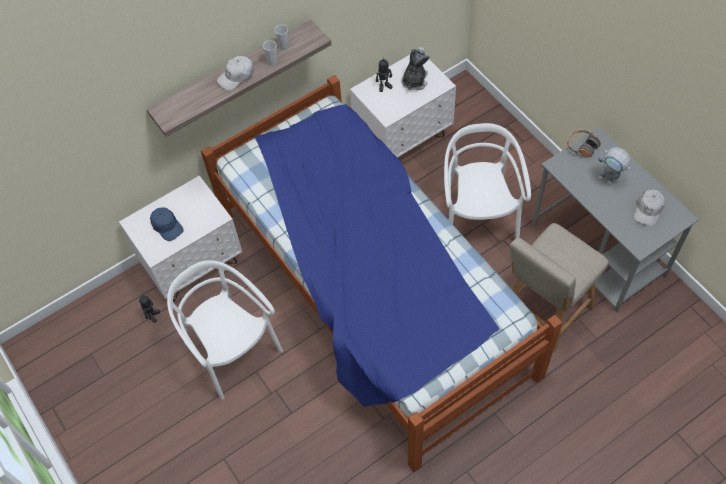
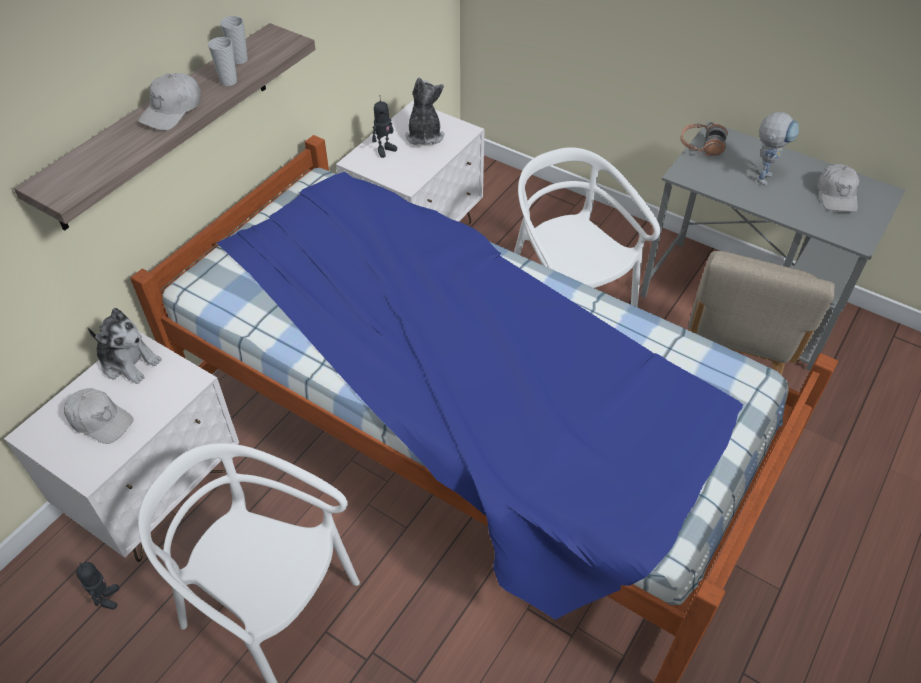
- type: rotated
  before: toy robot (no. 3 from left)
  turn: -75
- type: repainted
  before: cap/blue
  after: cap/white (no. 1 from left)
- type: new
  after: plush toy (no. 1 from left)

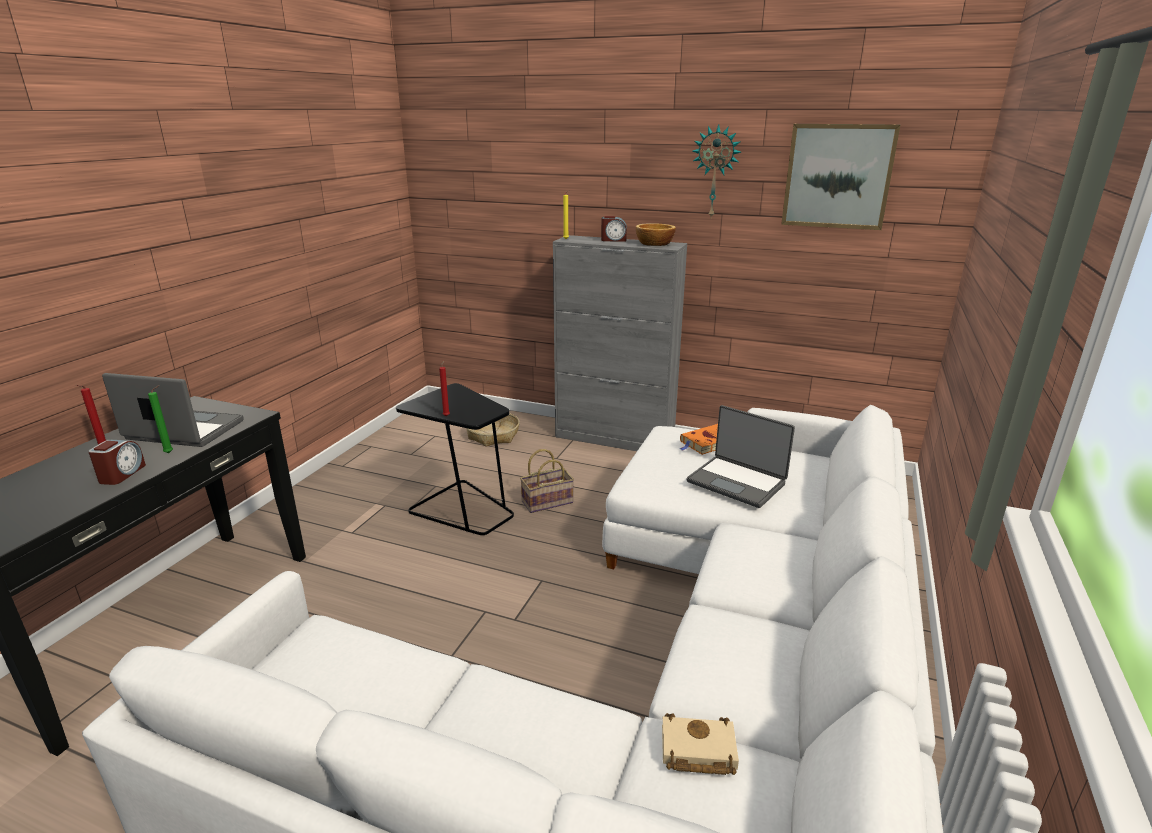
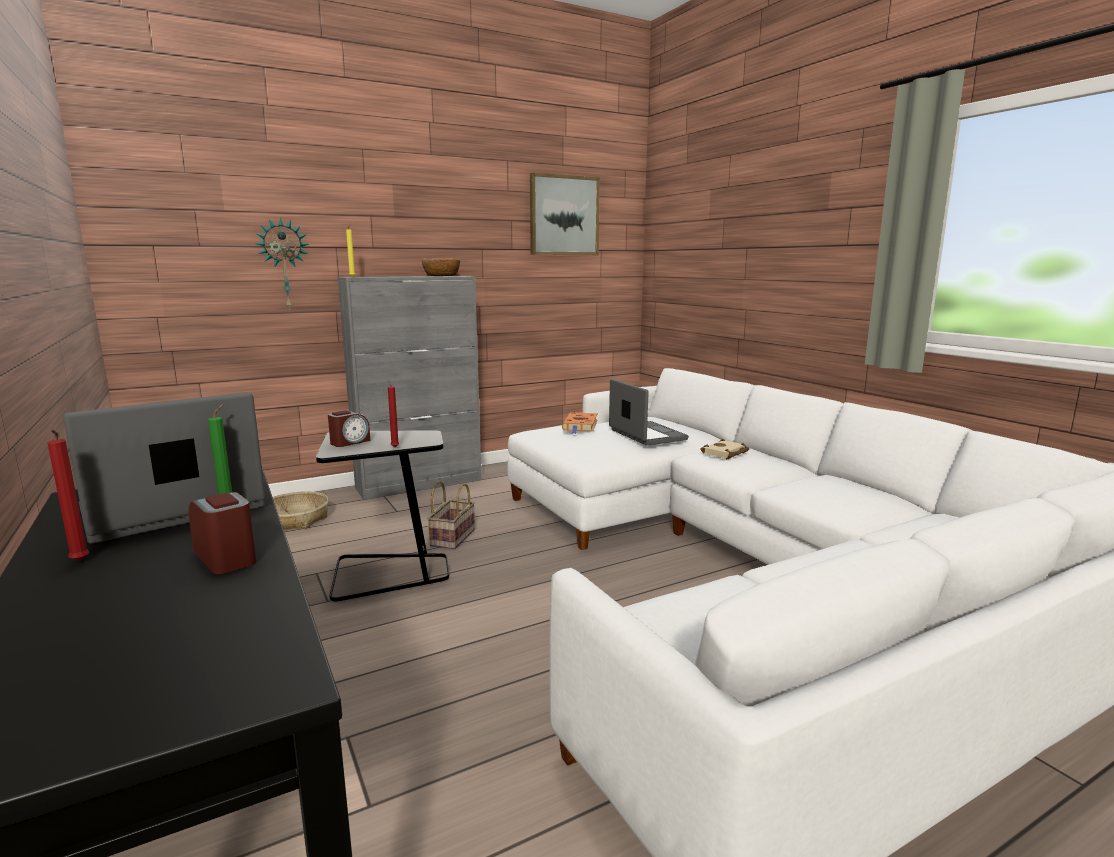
- type: shifted
  before: wall clock
- type: shifted
  before: alarm clock (no. 2 from left)
- type: rotated
  before: laptop (no. 2 from left)
  turn: -105
- type: shifted
  before: book/beige

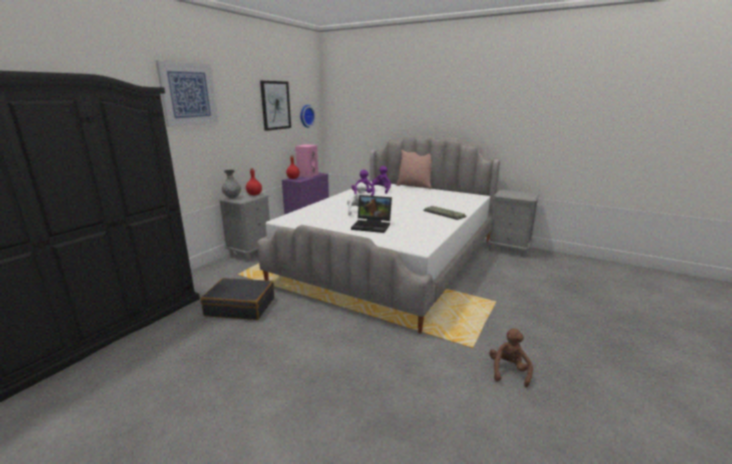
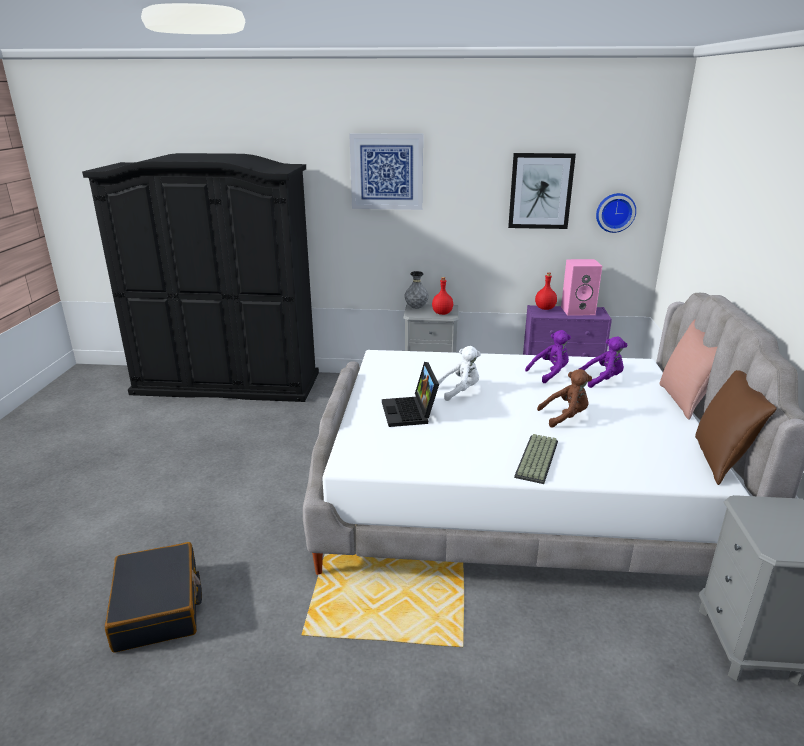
- type: shifted
  before: suitcase/black
- type: shifted
  before: plush toy/brown
- type: new
  after: pillow/brown

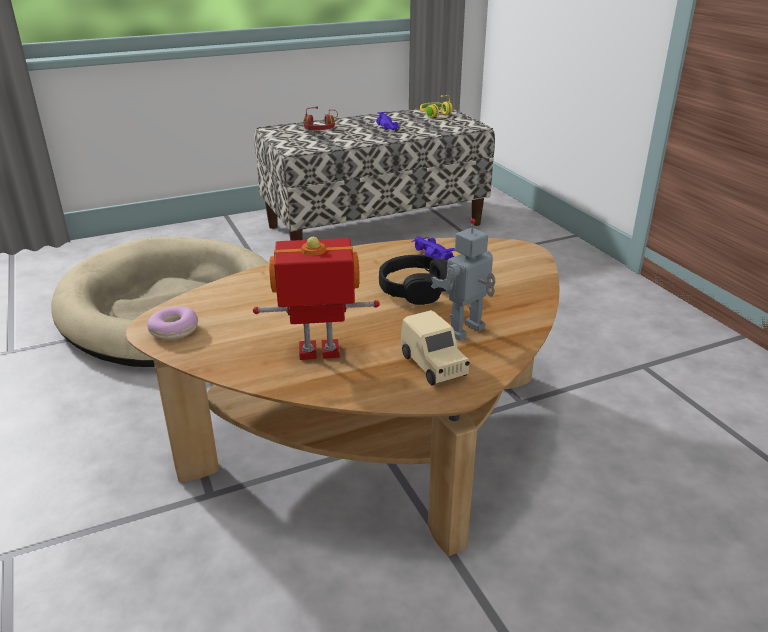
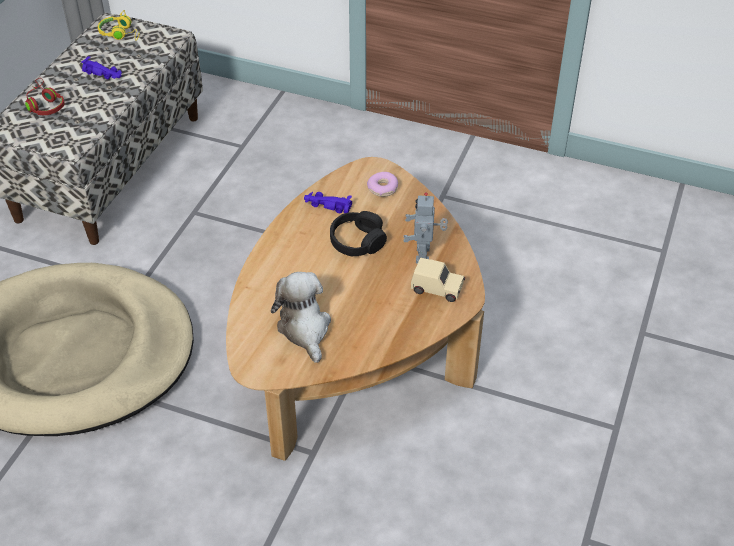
- type: gone
  before: toy robot (no. 1 from left)
- type: shifted
  before: donut
- type: new
  after: plush toy

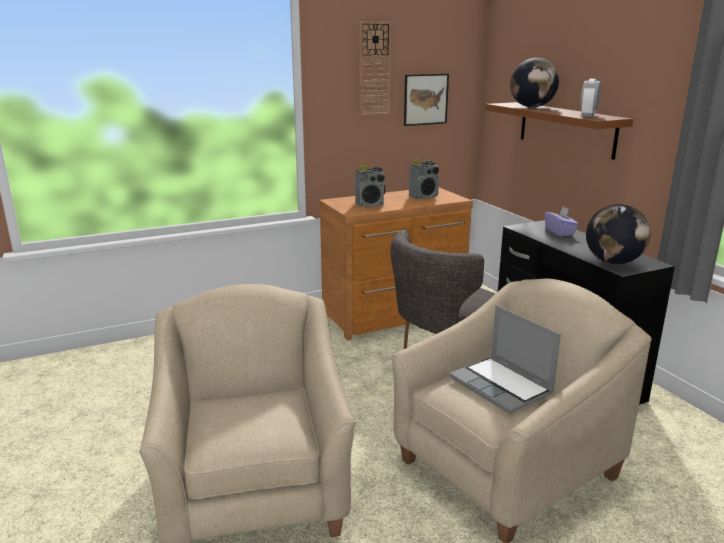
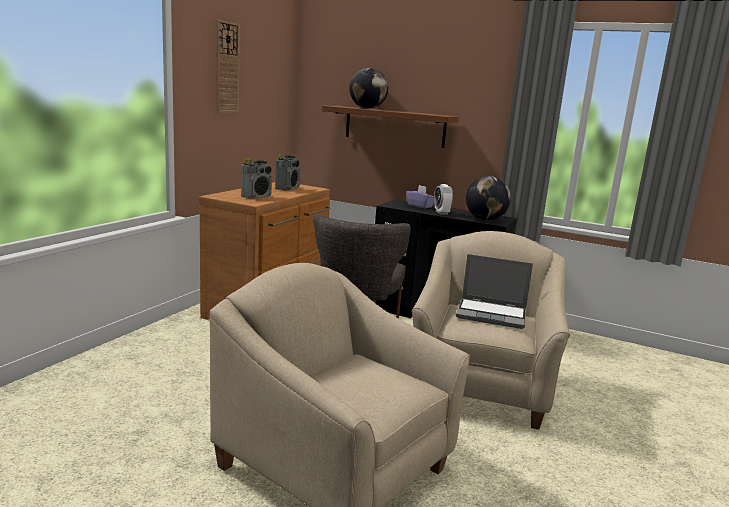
- type: gone
  before: picture
- type: shifted
  before: alarm clock

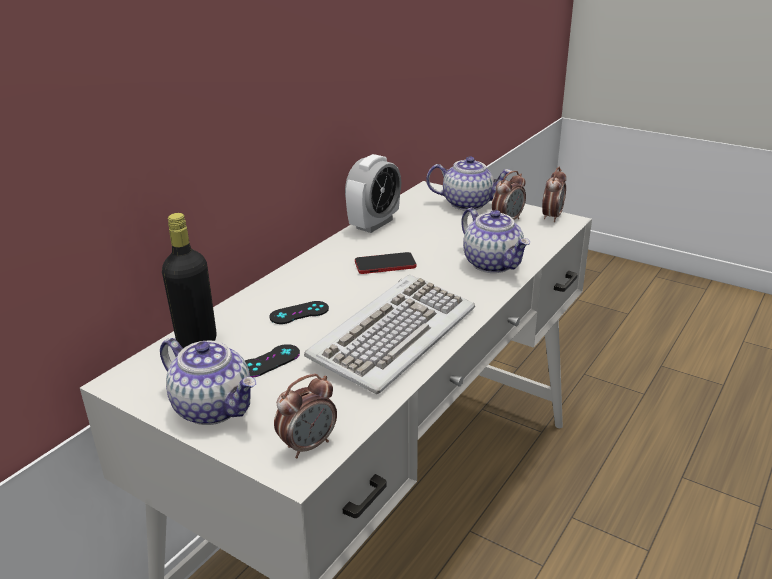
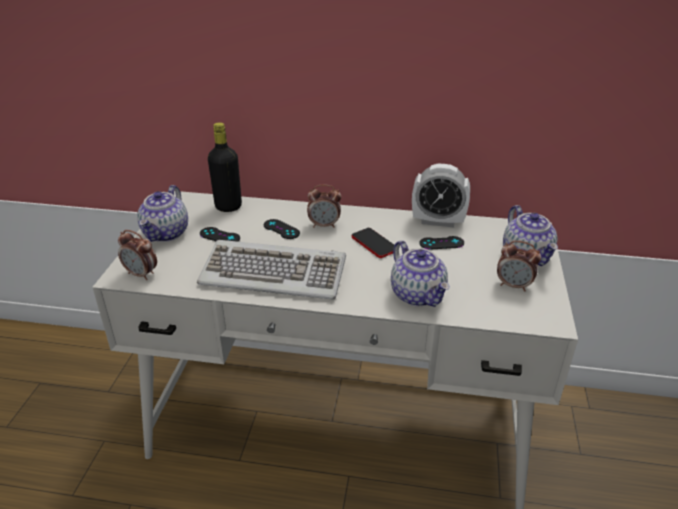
- type: shifted
  before: alarm clock (no. 4 from left in the first image)
  after: alarm clock (no. 2 from left)
- type: rotated
  before: teapot (no. 3 from left in the first image)
  turn: -60
- type: new
  after: game controller/black (no. 3 from left)

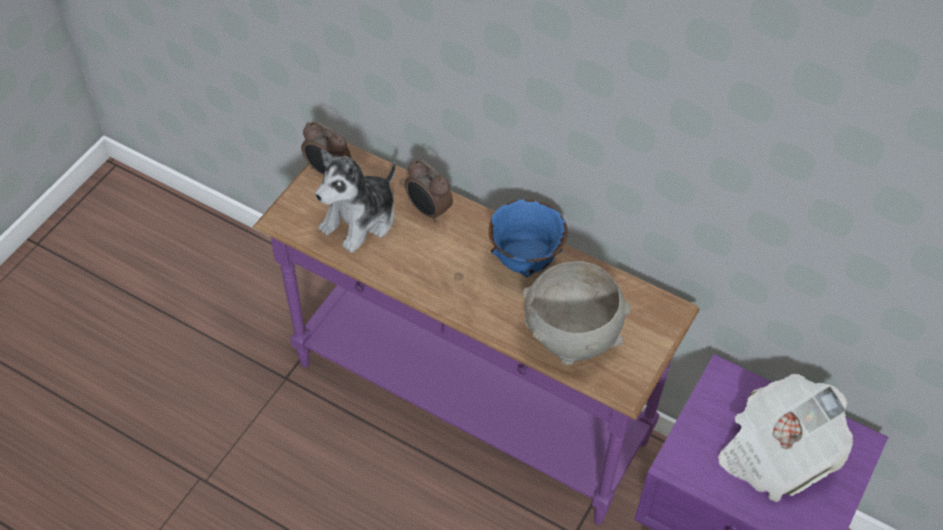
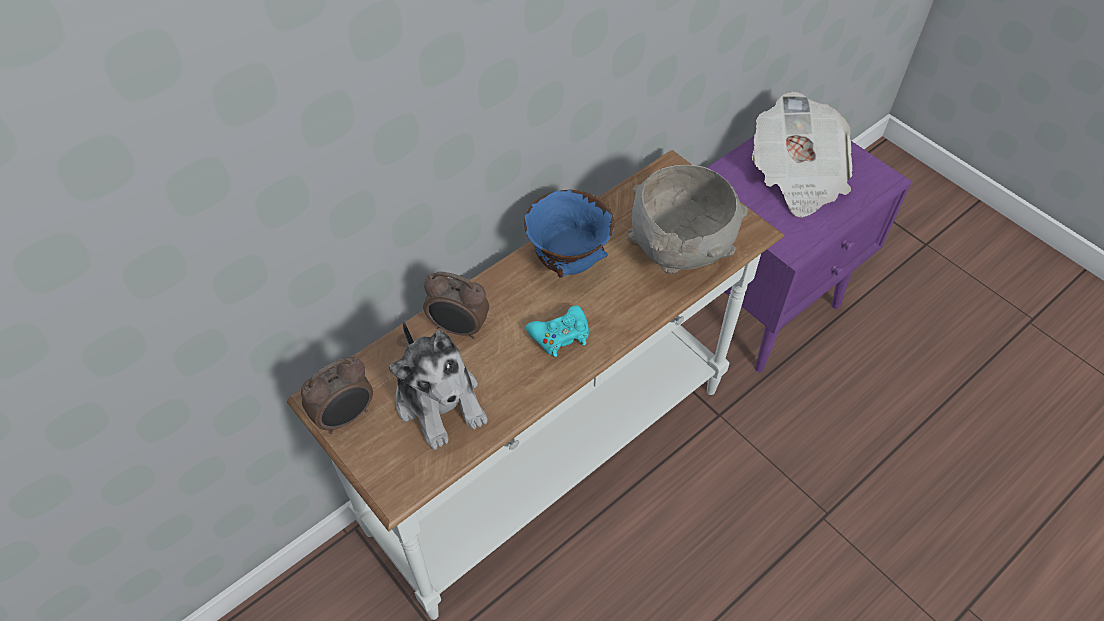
- type: repainted
  before: console table/purple
  after: console table/white
- type: rotated
  before: alarm clock (no. 2 from left)
  turn: 45
- type: new
  after: game controller/turquoise

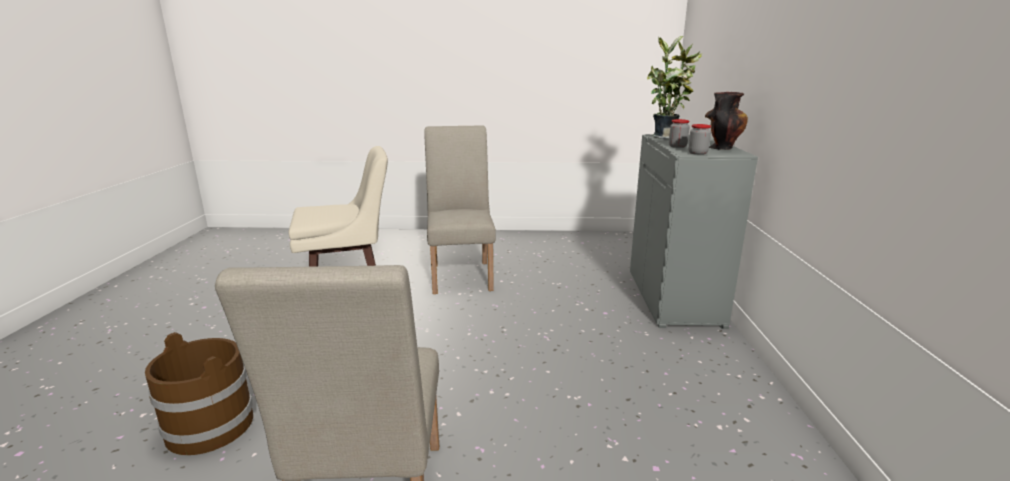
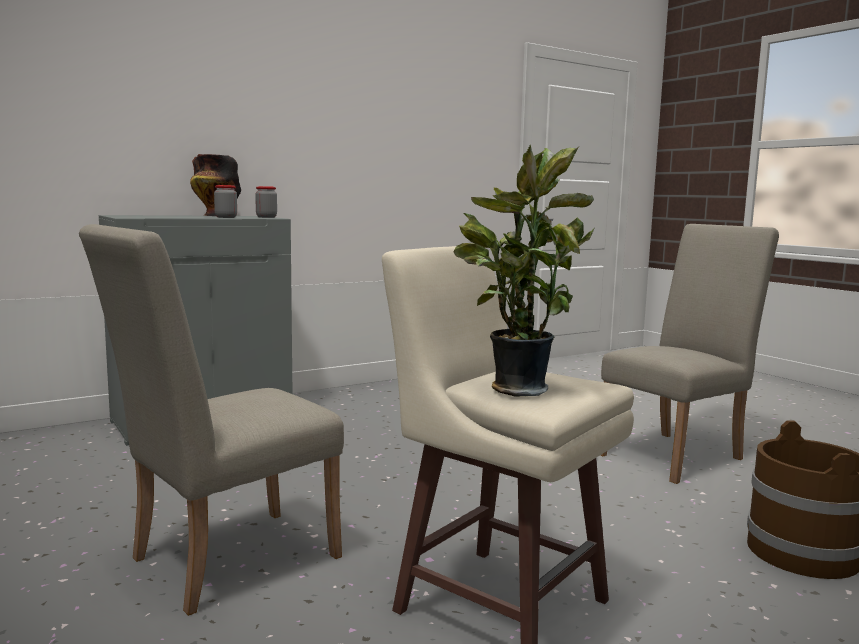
- type: shifted
  before: potted plant

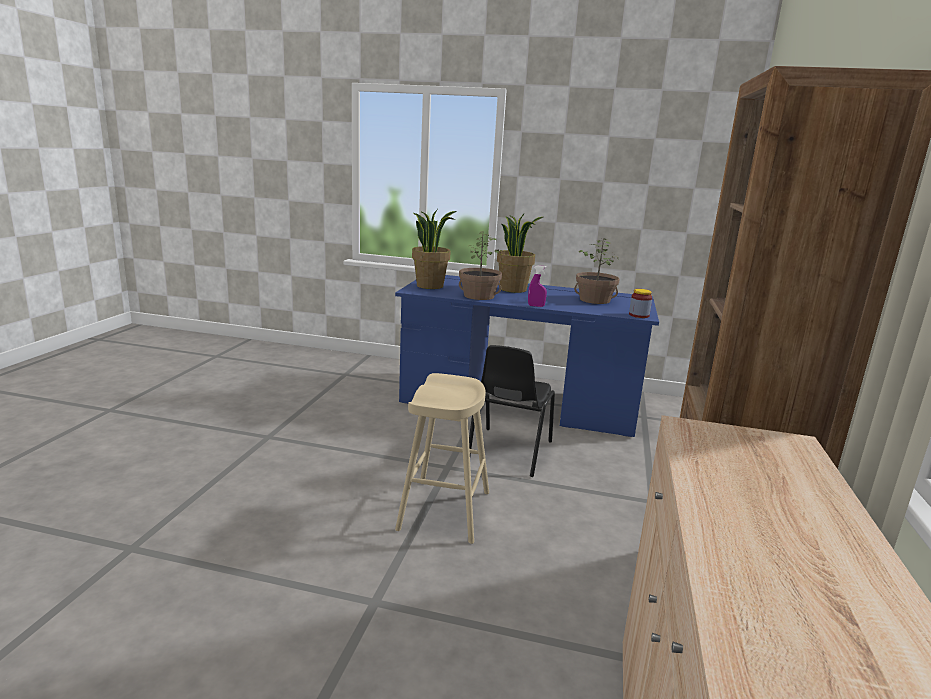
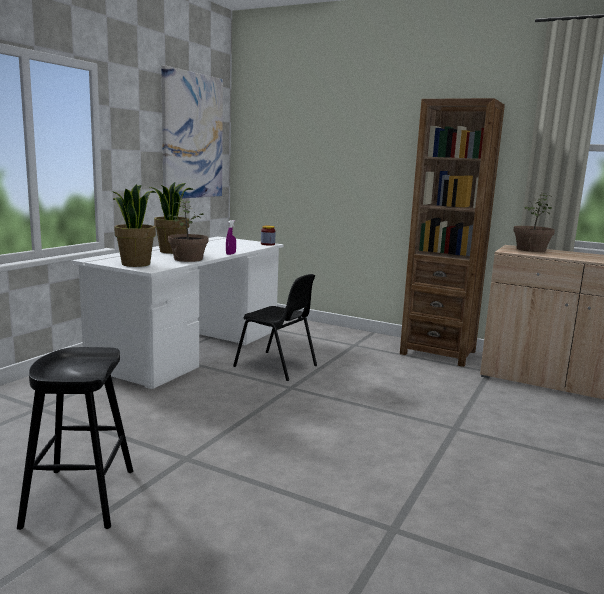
- type: shifted
  before: potted plant (no. 4 from left)
- type: repainted
  before: desk/blue
  after: desk/white
- type: gone
  before: stool/beige
- type: new
  after: picture
- type: new
  after: stool/black

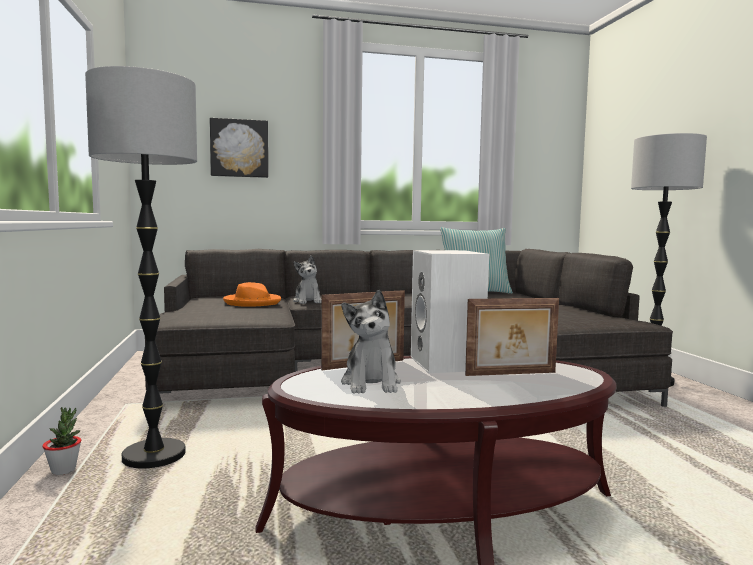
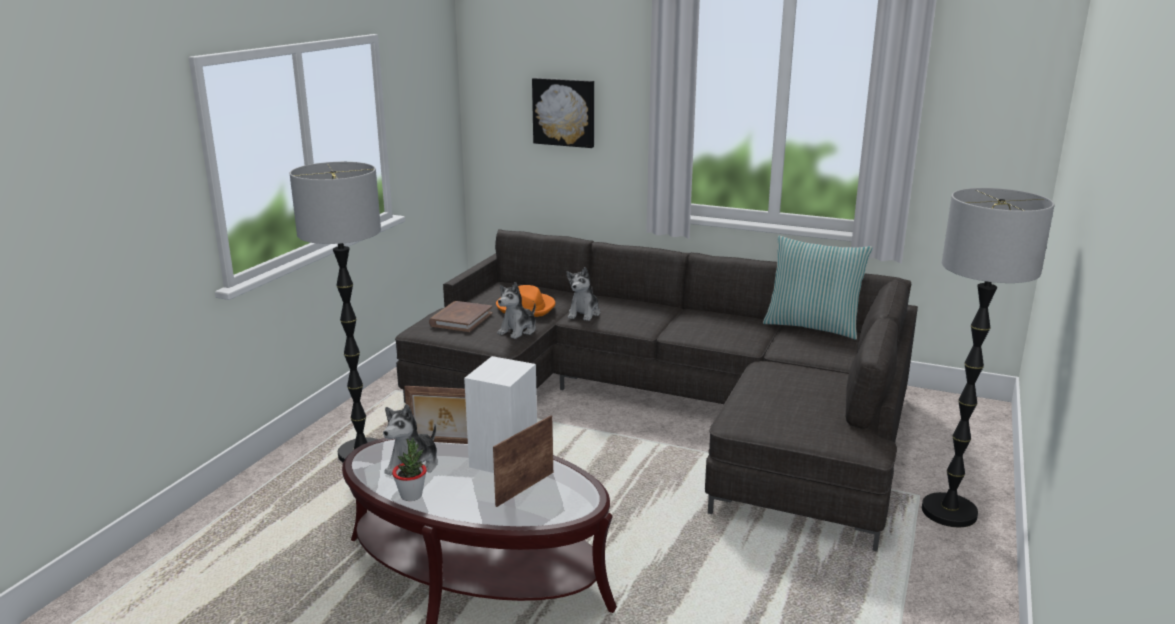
- type: rotated
  before: picture frame (no. 2 from left)
  turn: 105
- type: shifted
  before: potted plant
- type: new
  after: plush toy (no. 2 from left)
- type: new
  after: book/brown

